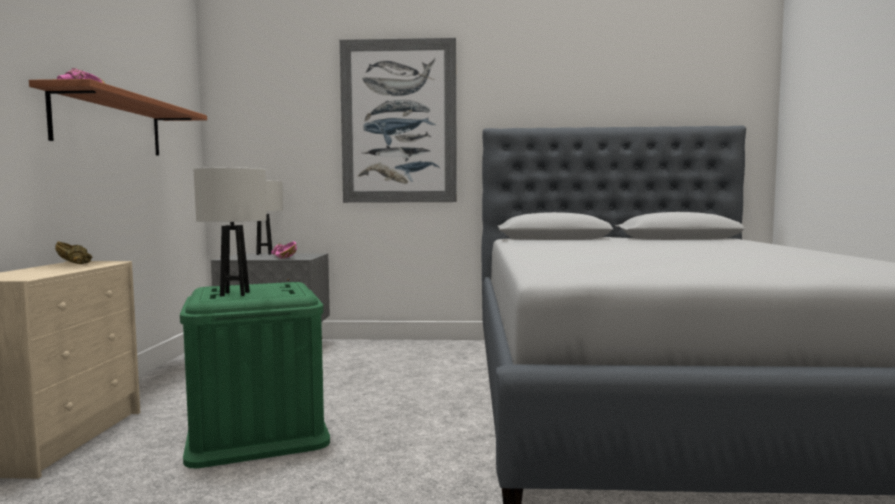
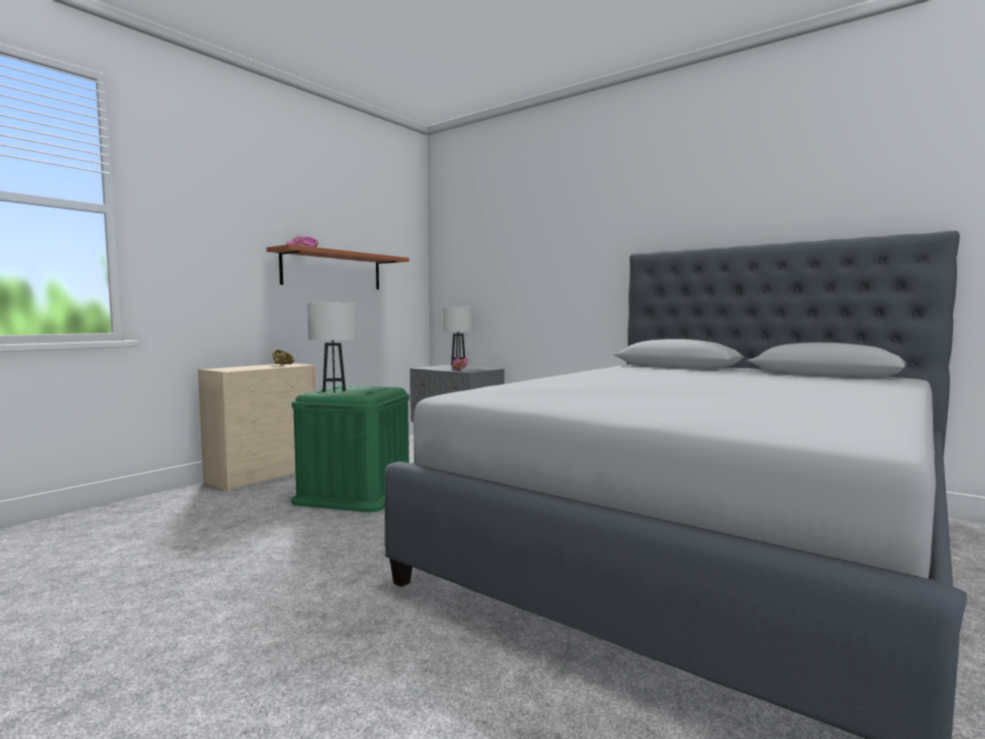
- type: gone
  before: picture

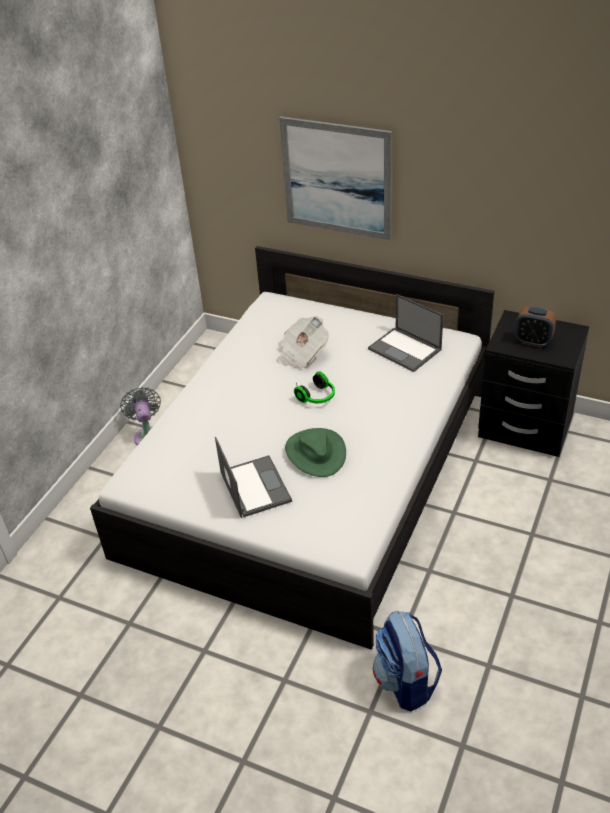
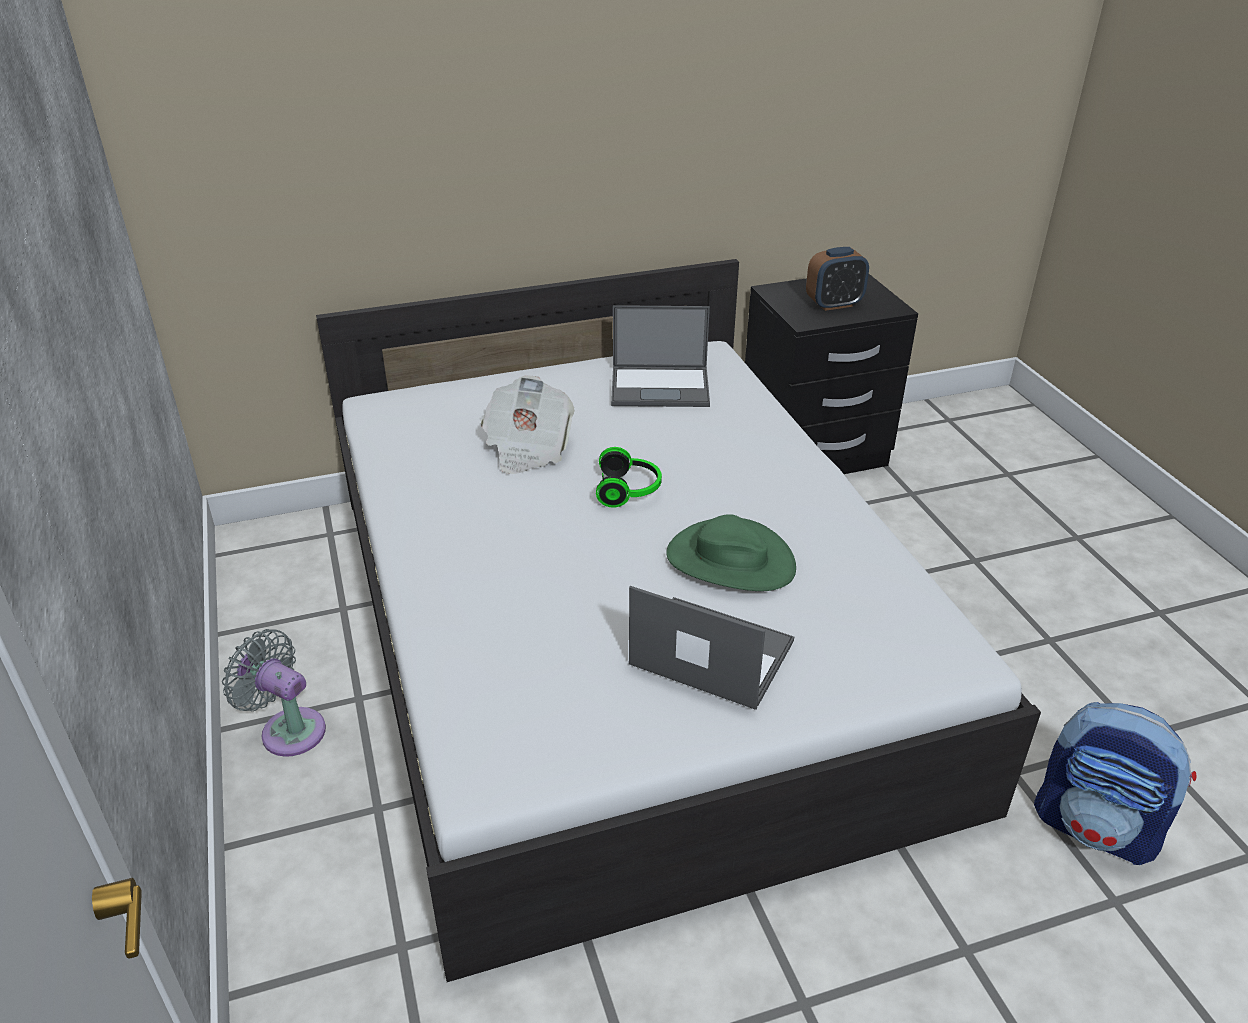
- type: gone
  before: picture

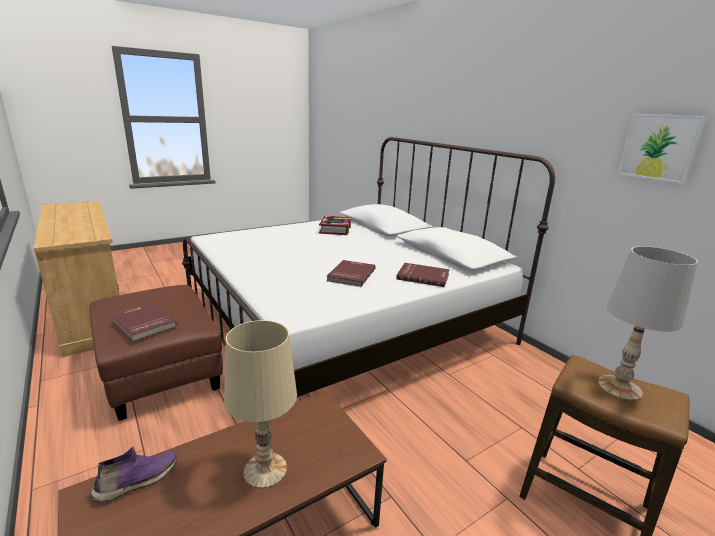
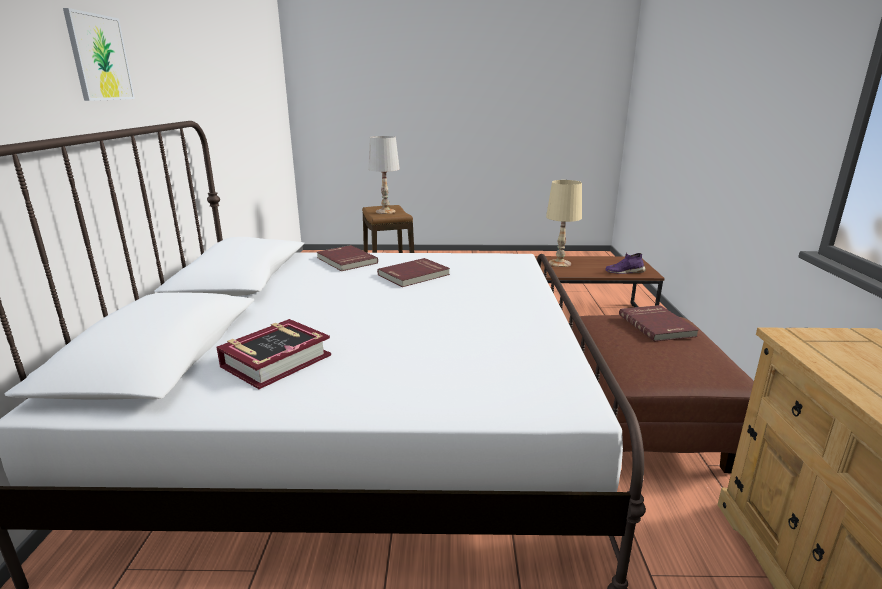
- type: shifted
  before: picture

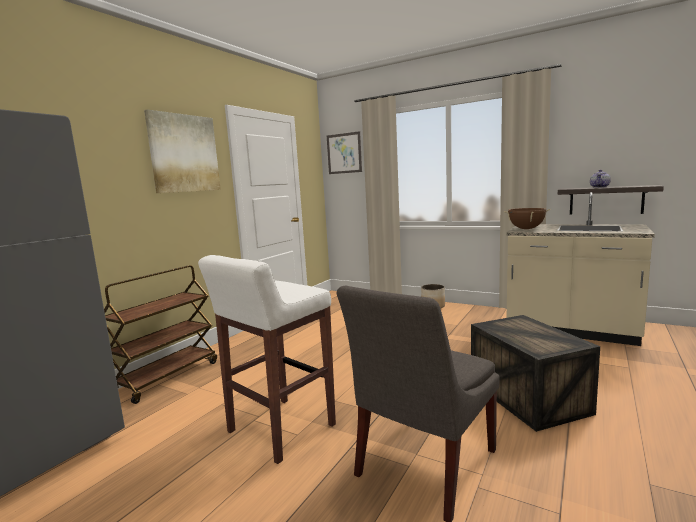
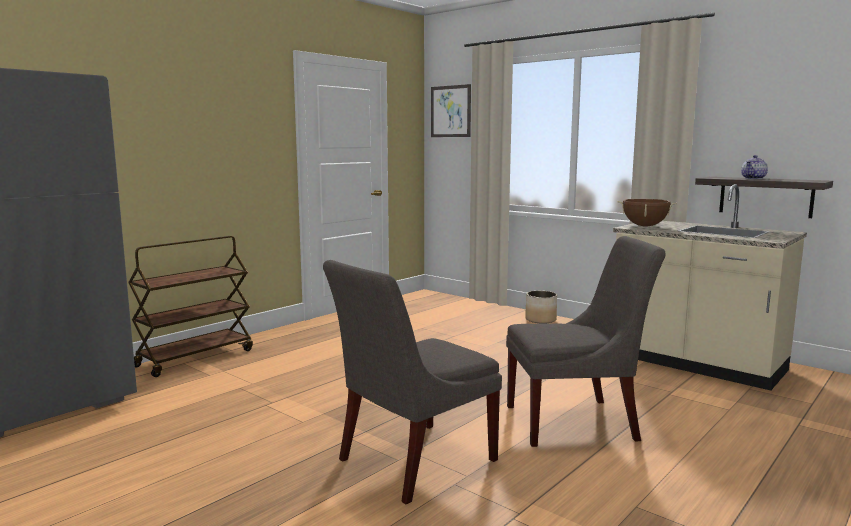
- type: gone
  before: picture (no. 1 from left)
- type: gone
  before: stool/white
- type: swapped
  before: crate
  after: chair/grey (no. 2 from left)

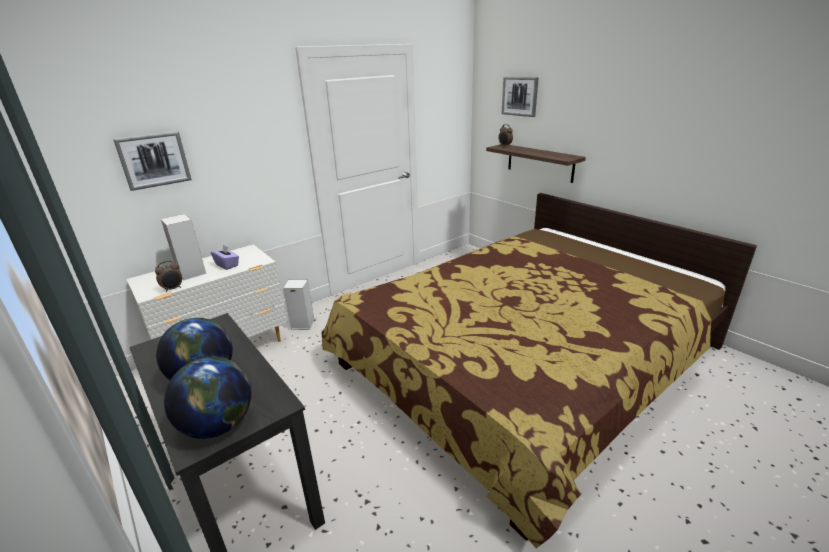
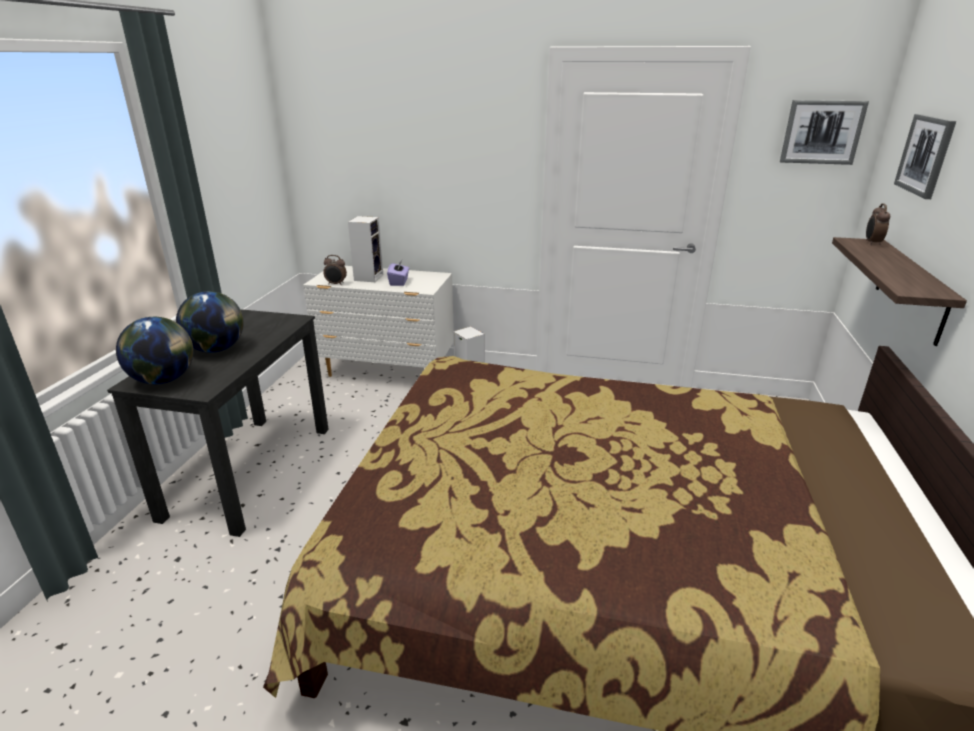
- type: shifted
  before: picture (no. 1 from left)

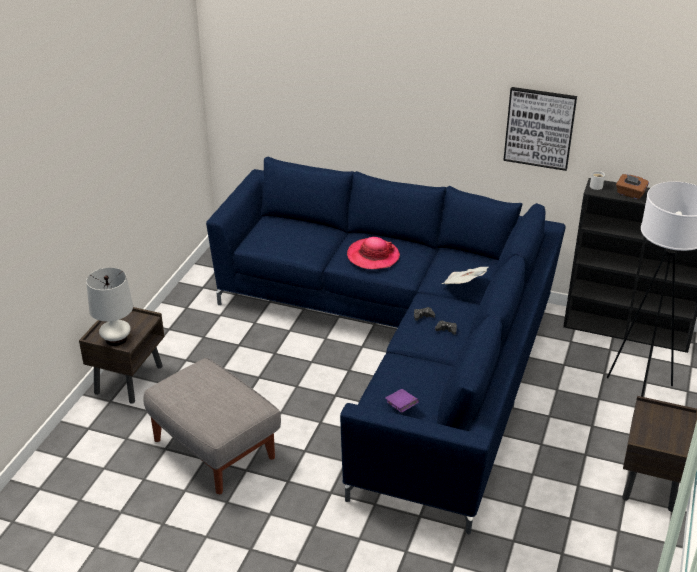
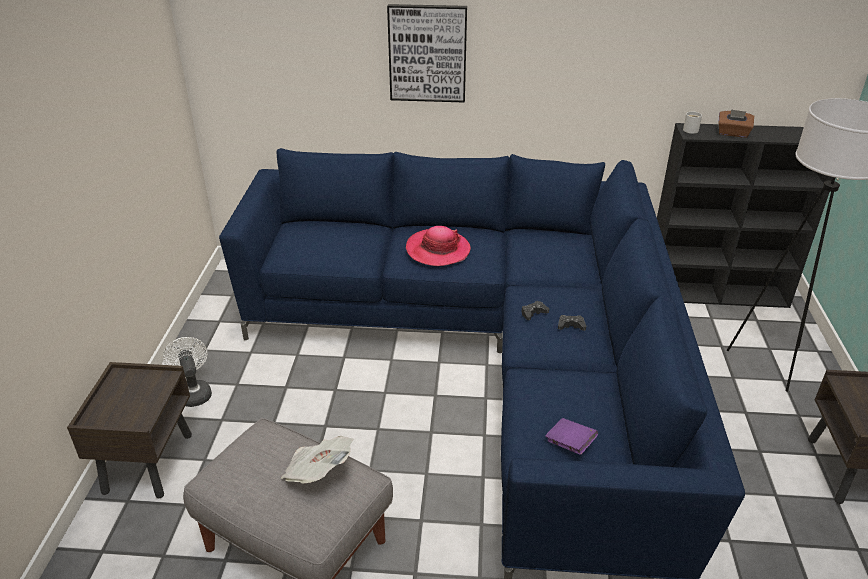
- type: shifted
  before: picture
- type: shifted
  before: newspaper
- type: gone
  before: table lamp/white
- type: new
  after: fan/white

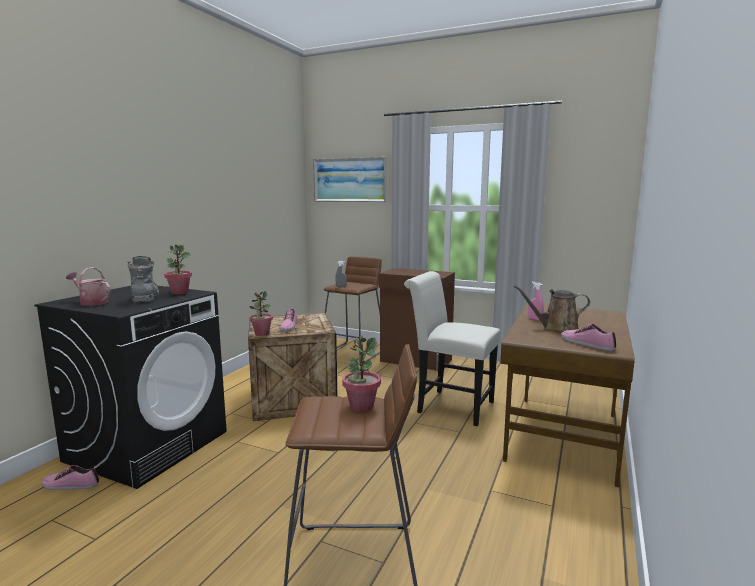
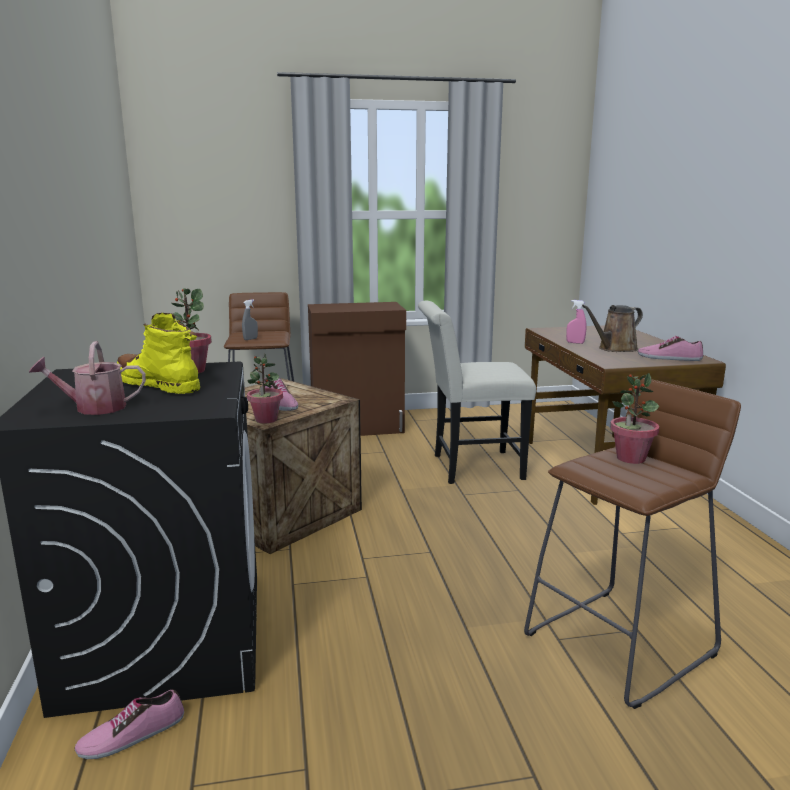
- type: gone
  before: picture
- type: repainted
  before: boot/grey
  after: boot/yellow

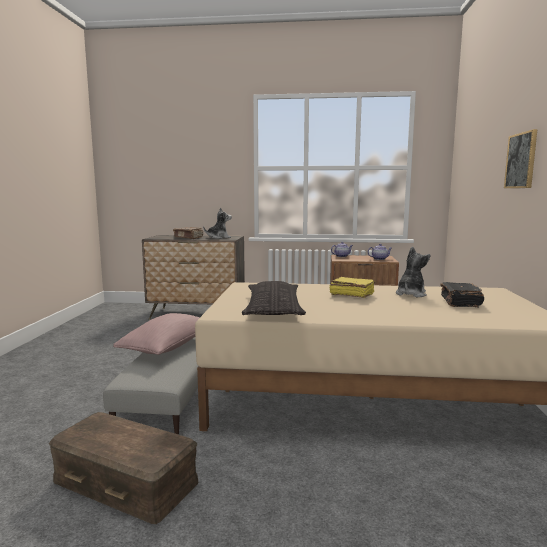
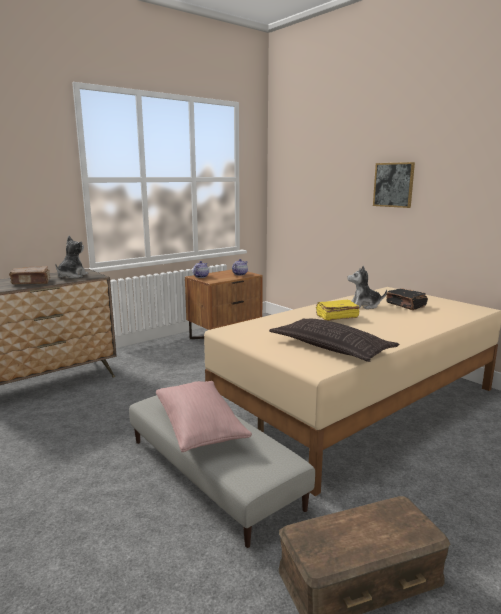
- type: rotated
  before: plush toy (no. 2 from left)
  turn: -75

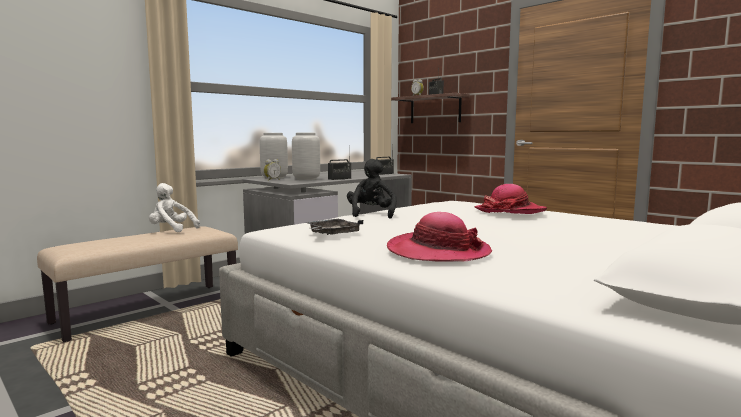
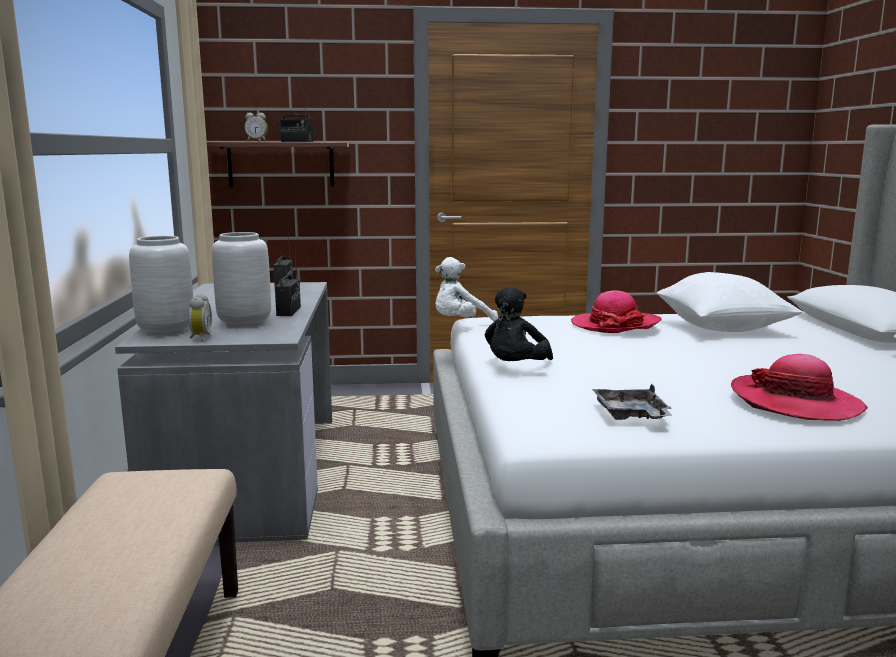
- type: rotated
  before: plush toy/black
  turn: -105
- type: shifted
  before: plush toy/white
- type: new
  after: pillow/white

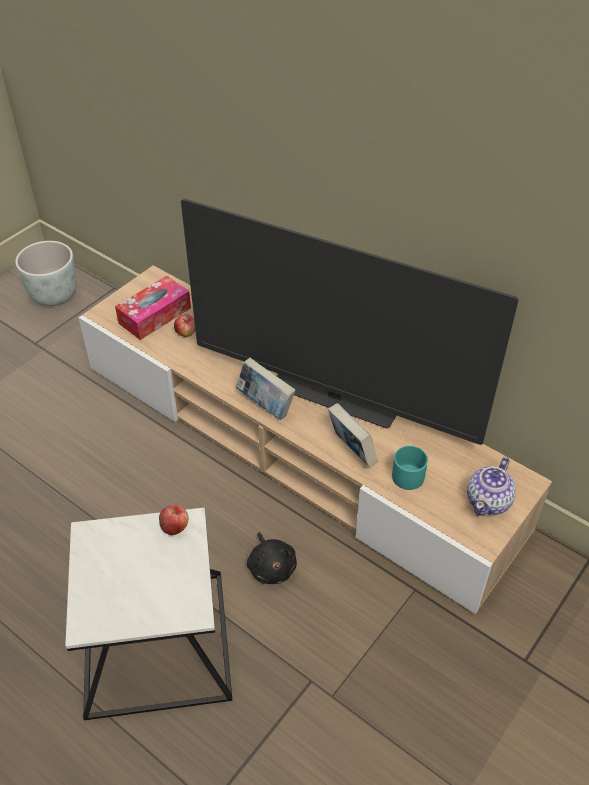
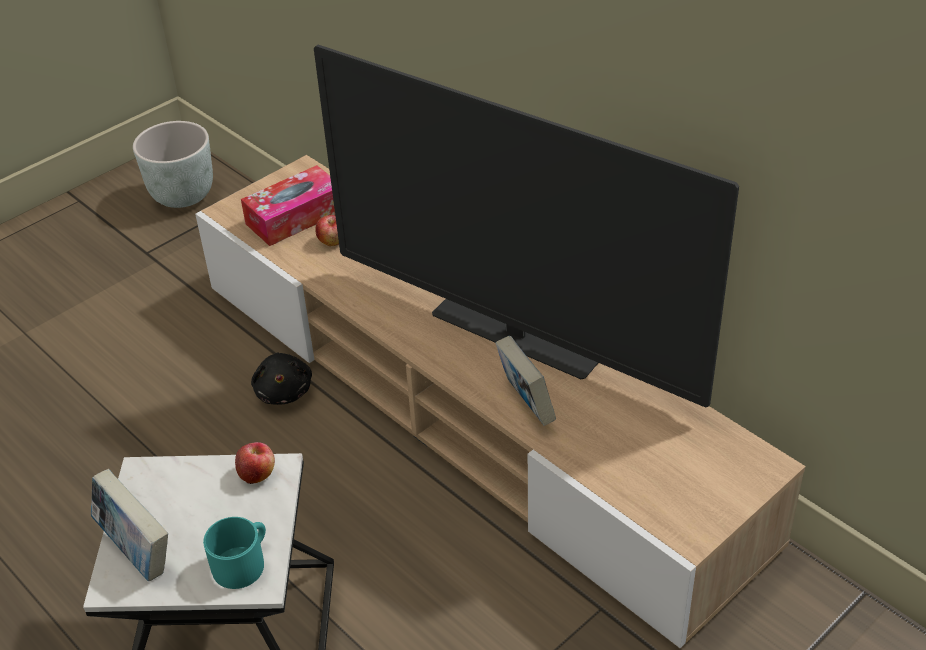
- type: shifted
  before: book (no. 1 from left)
- type: shifted
  before: mug/turquoise
- type: gone
  before: teapot
- type: shifted
  before: plush toy/black

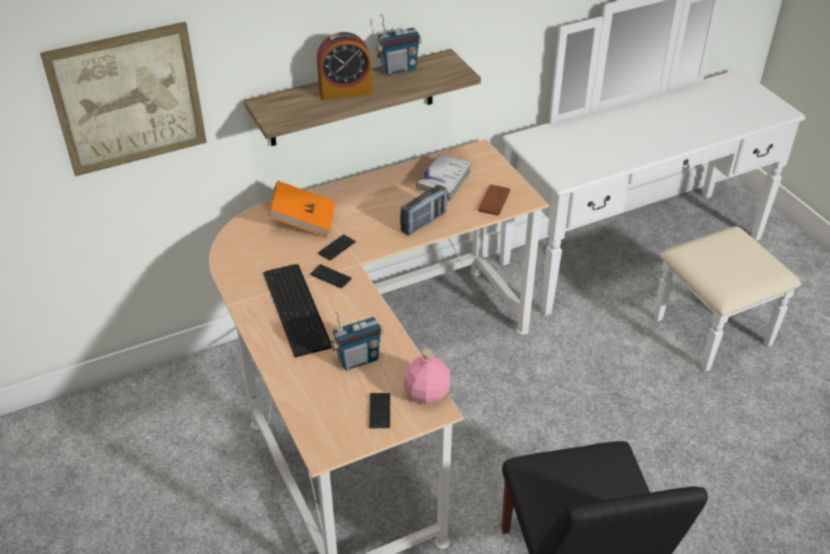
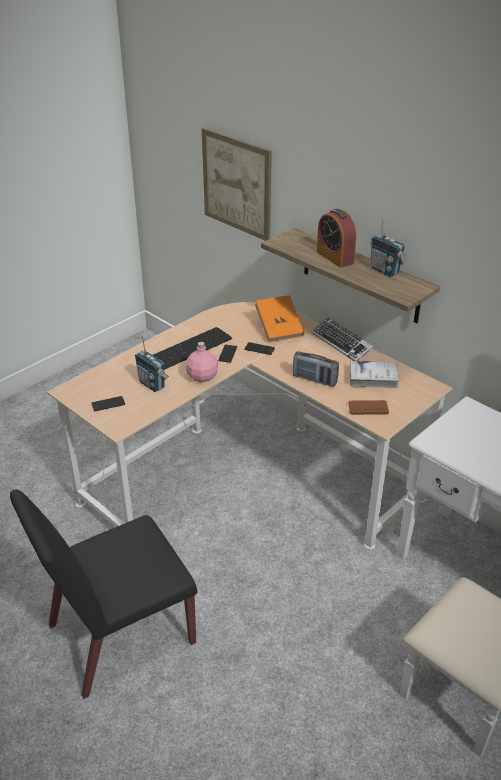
- type: shifted
  before: bottle/pink
- type: new
  after: keyboard (no. 2 from left)

